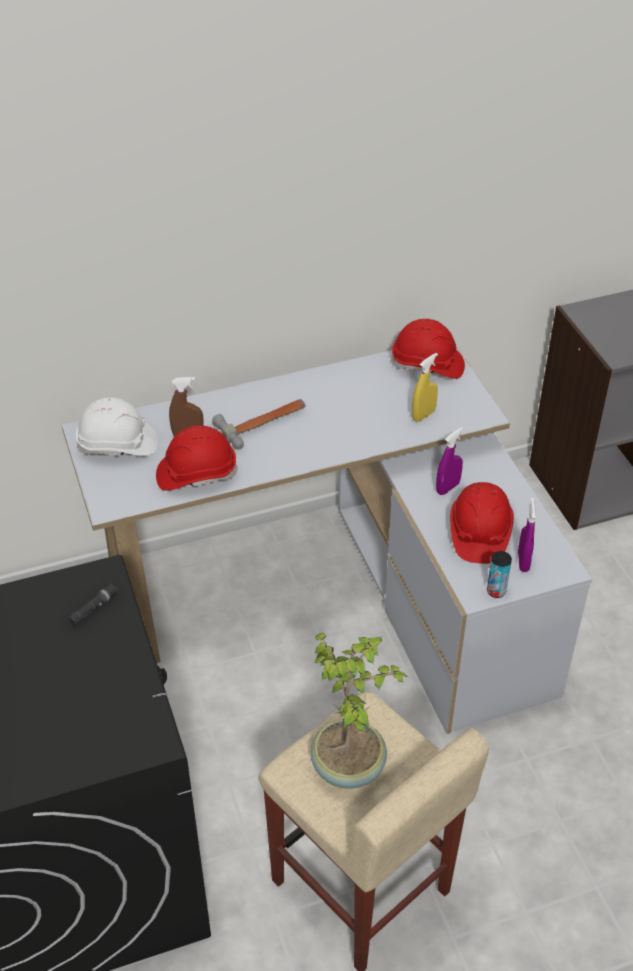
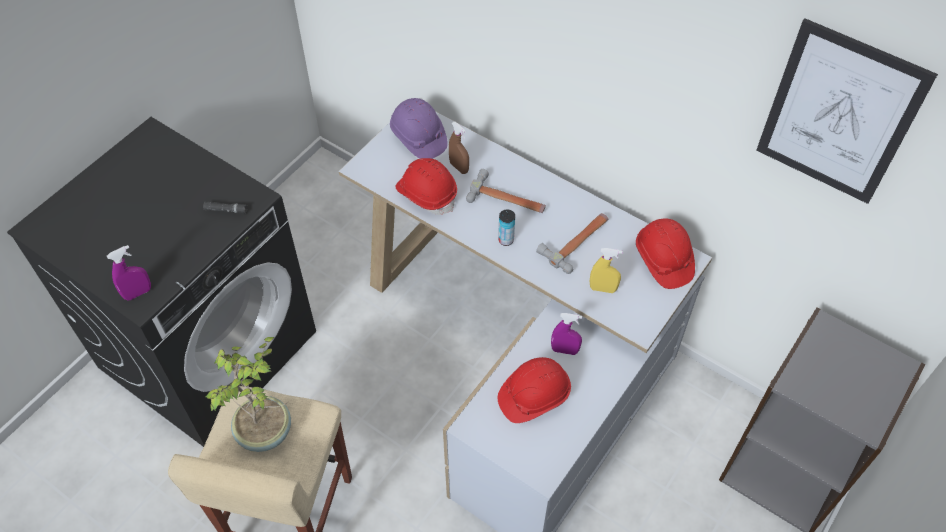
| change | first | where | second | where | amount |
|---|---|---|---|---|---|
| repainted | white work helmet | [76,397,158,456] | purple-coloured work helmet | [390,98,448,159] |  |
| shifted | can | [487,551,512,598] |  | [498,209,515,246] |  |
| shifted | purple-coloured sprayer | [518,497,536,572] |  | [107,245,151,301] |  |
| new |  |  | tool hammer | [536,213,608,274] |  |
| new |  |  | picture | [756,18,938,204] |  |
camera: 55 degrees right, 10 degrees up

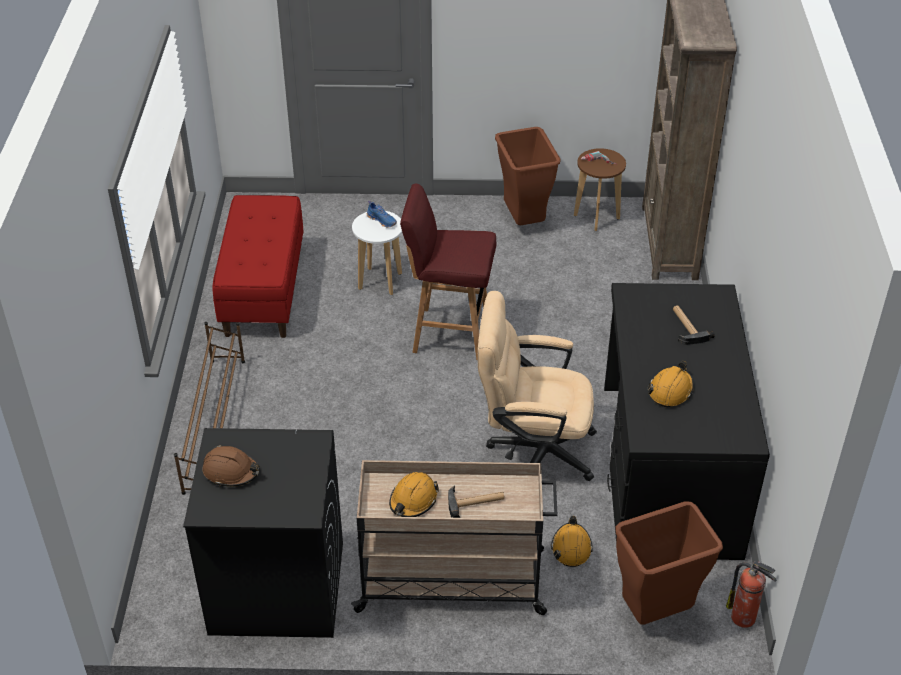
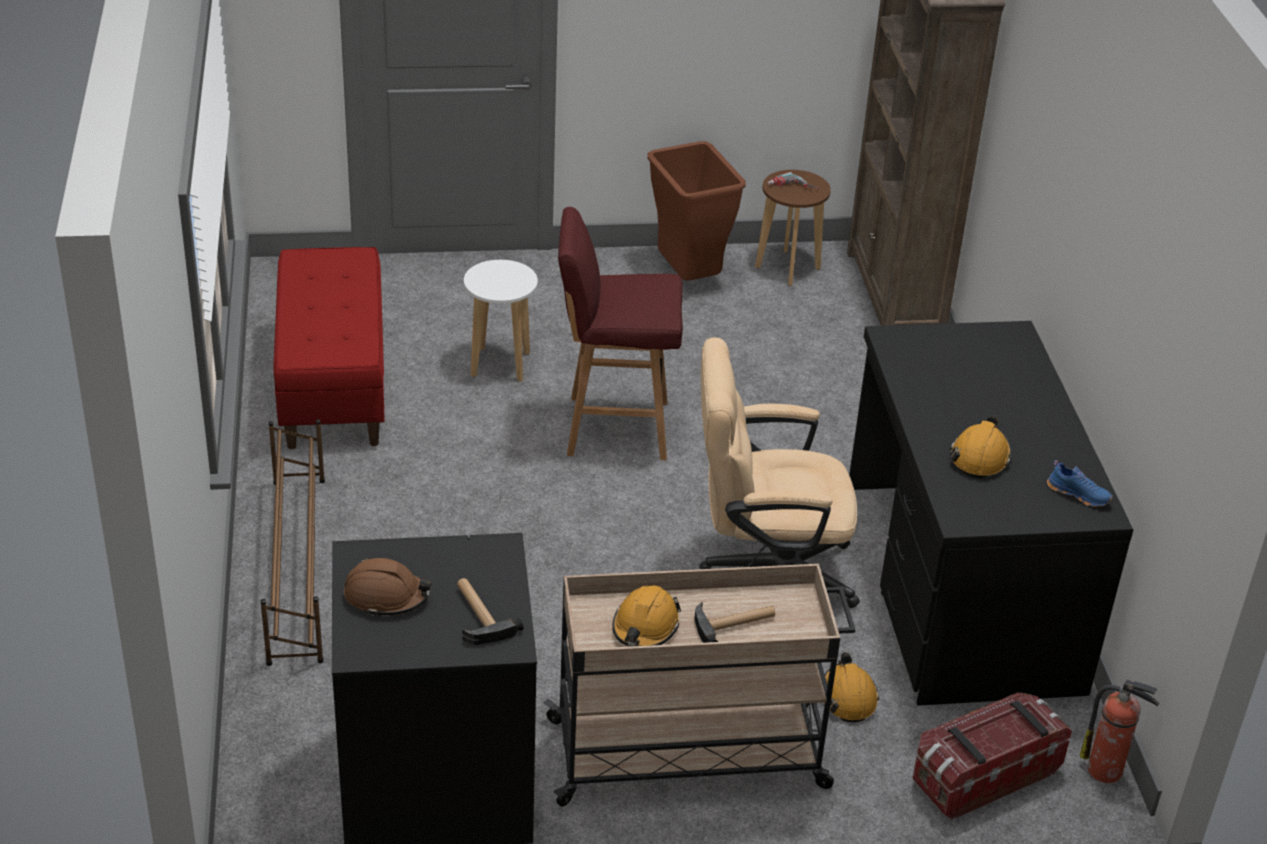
| change | first | where | second | where | amount |
|---|---|---|---|---|---|
| shifted | bluish shoe | [367,201,397,227] |  | [1047,460,1113,507] |  |
| swapped | brown trash can | [615,501,723,625] | storage box | [913,693,1072,820] |  |
| shifted | tool hammer | [673,305,715,345] |  | [457,578,523,645] |  |
camera: 10 degrees left, 5 degrees down

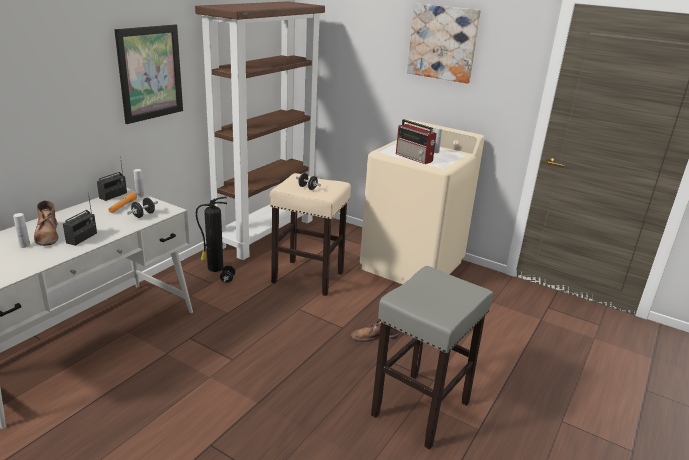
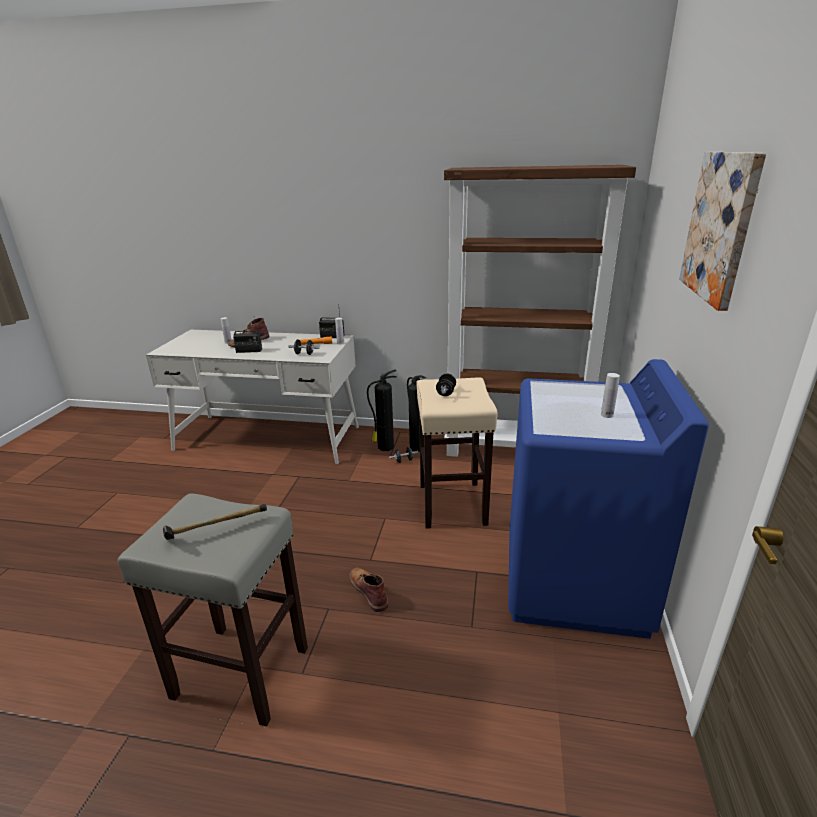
| change | first | where | second | where | amount |
|---|---|---|---|---|---|
| gone | picture | [114,24,183,124] |  |  |  |
| repainted | beige-coloured laundry machine | [360,120,485,284] | bluish laundry machine | [508,359,709,639] |  |
| gone | radio receiver | [396,119,437,164] |  |  |  |
| new |  |  | tool hammer | [163,504,267,540] |  |
| new |  |  | fire extinguisher | [367,370,397,451] |  |
camera: 70 degrees right, 0 degrees up

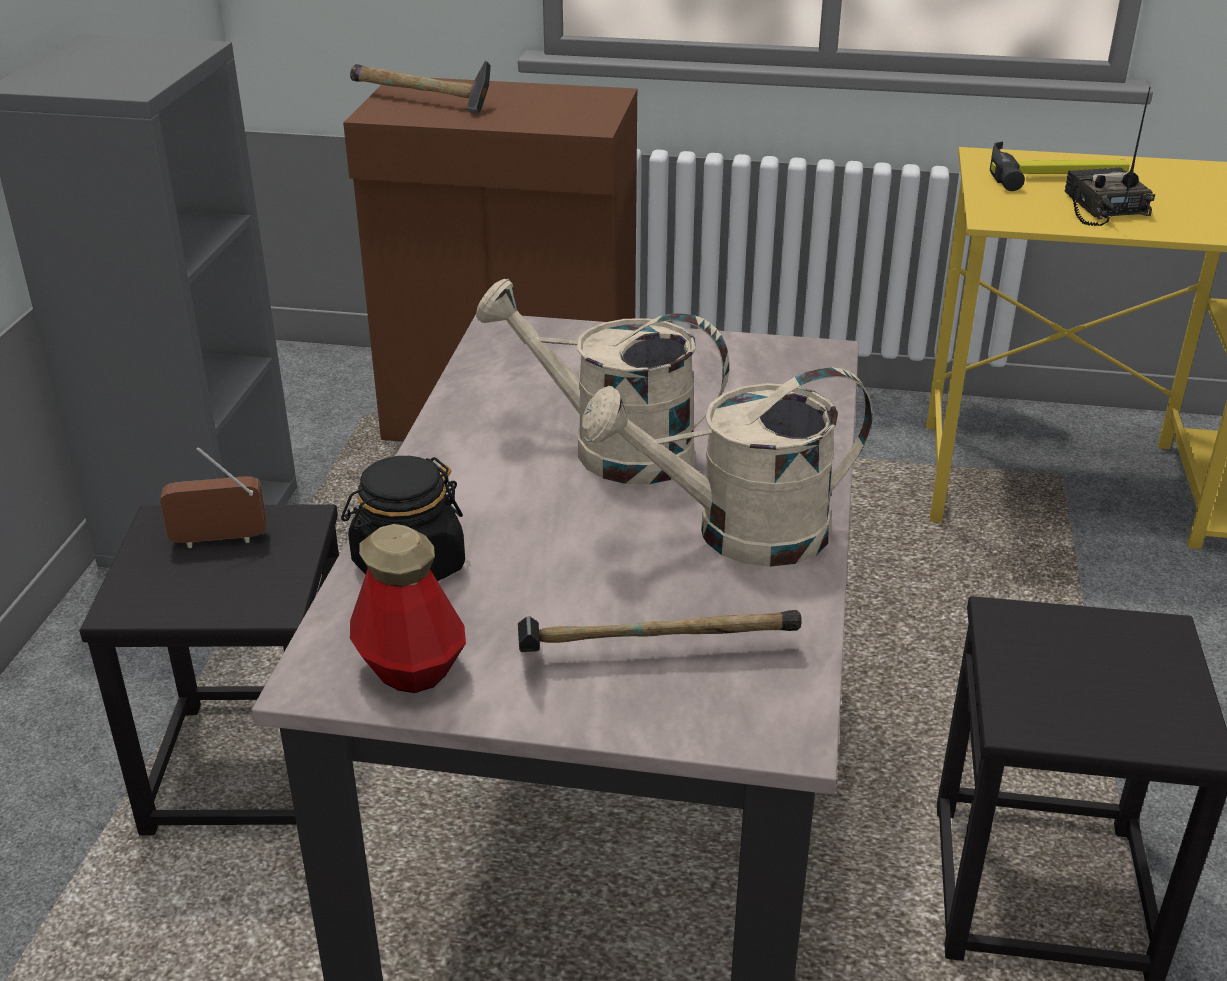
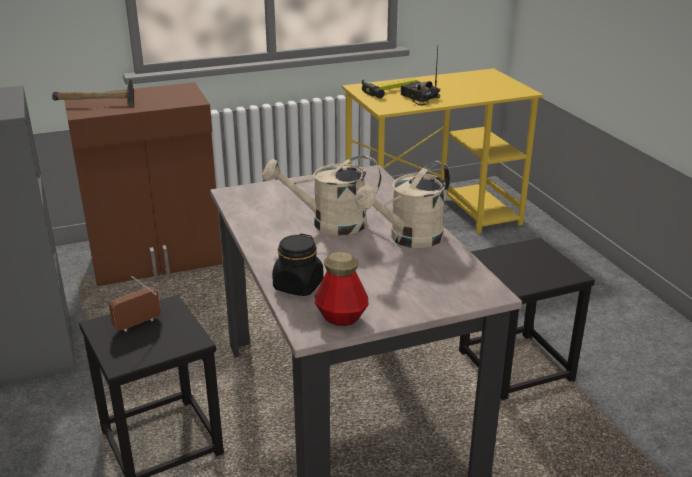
| change | first | where | second | where | amount |
|---|---|---|---|---|---|
| gone | tool hammer | [518,610,802,652] |  |  |  |
camera: 30 degrees left, 5 degrees down

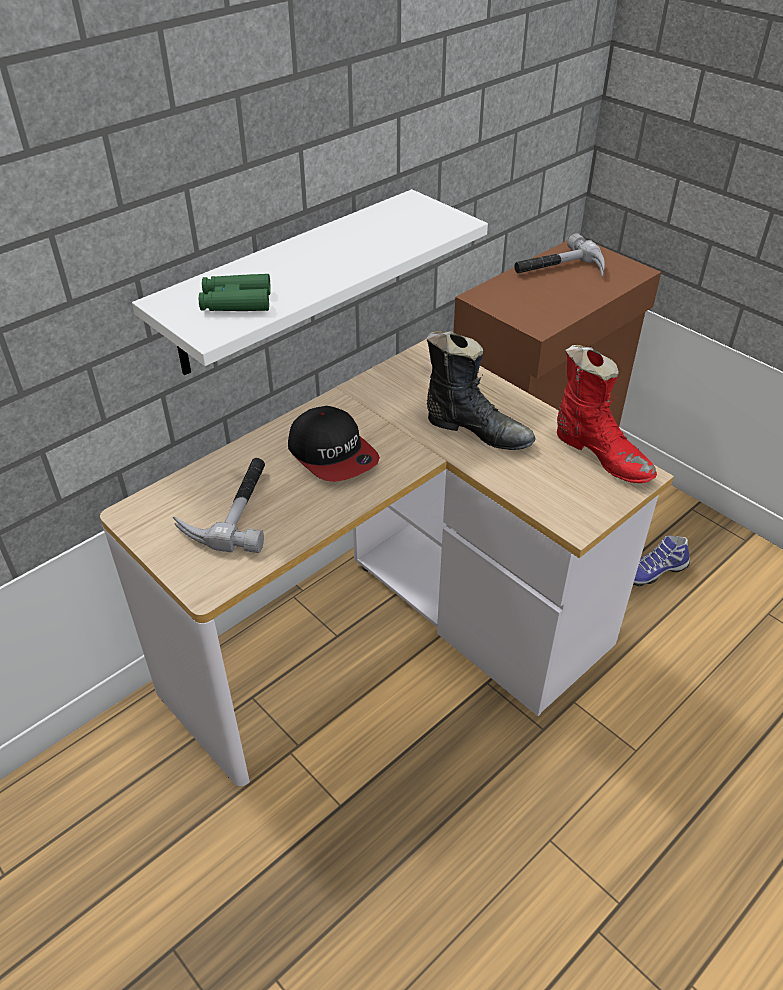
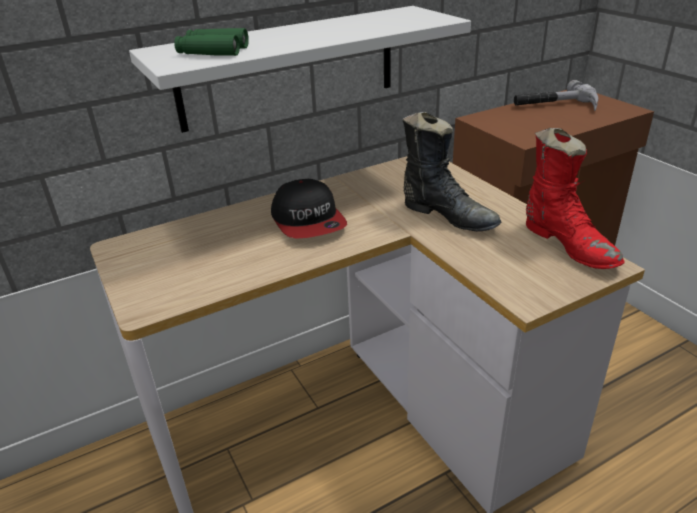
| change | first | where | second | where | amount |
|---|---|---|---|---|---|
| gone | tool hammer | [173,458,265,553] |  |  |  |
| gone | shoe | [633,535,690,586] |  |  |  |
camera: 15 degrees right, 10 degrees down

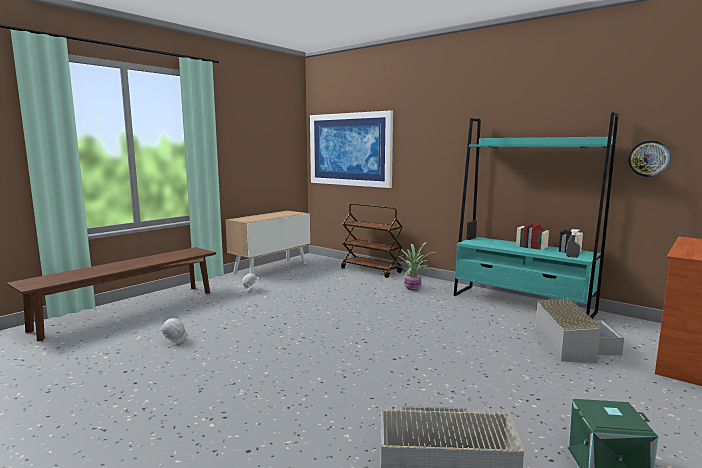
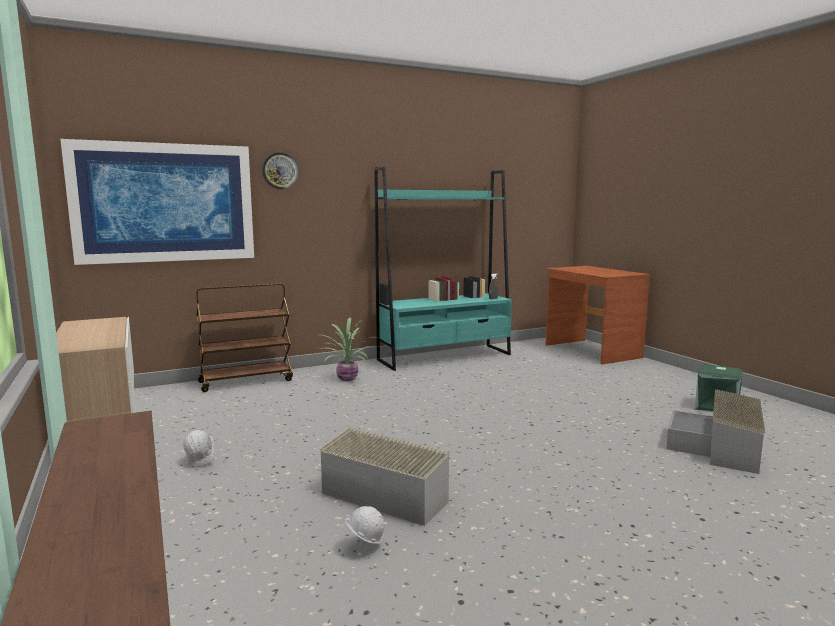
| change | first | where | second | where | amount |
|---|---|---|---|---|---|
| shifted | greyish storage box | [535,299,624,363] |  | [320,427,450,526] |  |
| shifted | hanging clock | [628,140,671,177] |  | [262,152,299,189] |  |
camera: 65 degrees left, 0 degrees up

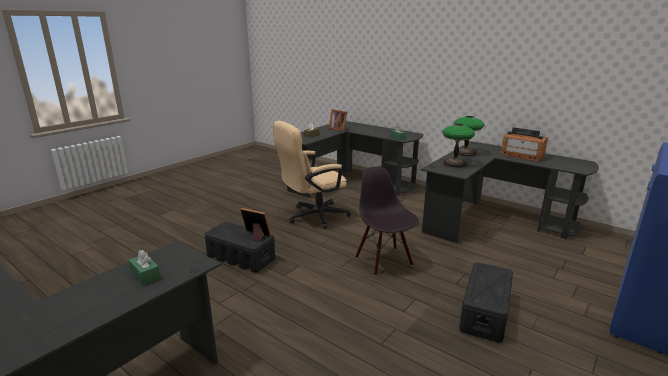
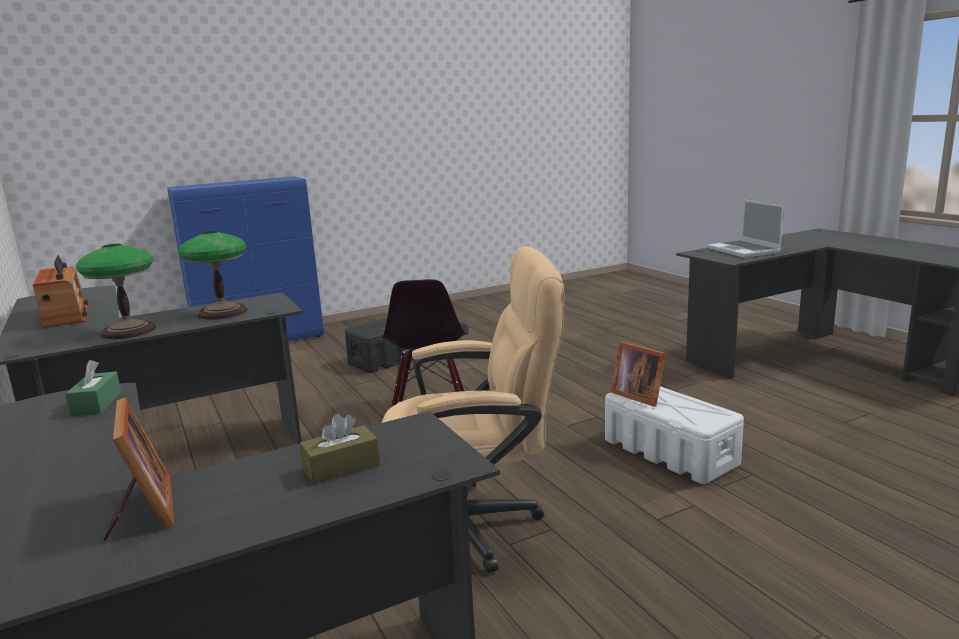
| change | first | where | second | where | amount |
|---|---|---|---|---|---|
| swapped | greenish tissue box | [129,250,161,285] | notebook computer | [707,200,784,258] |  |
| repainted | black-coloured storage box | [204,222,275,273] | white storage box | [605,386,744,484] |  |
camera: 155 degrees left, 5 degrees down

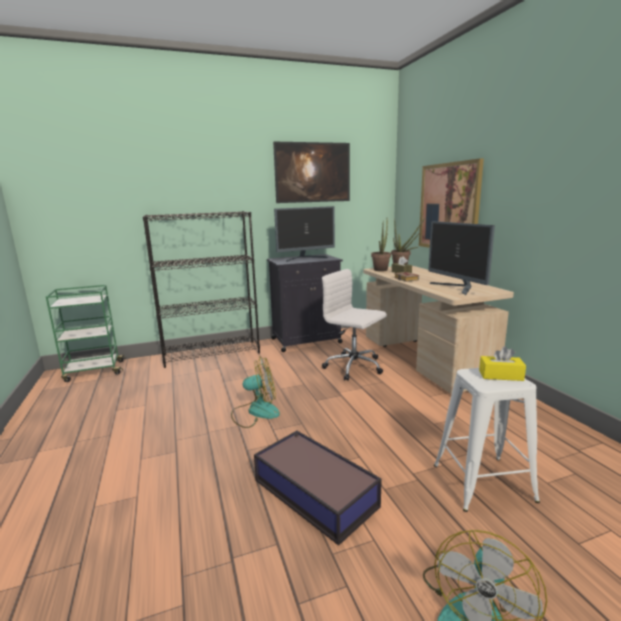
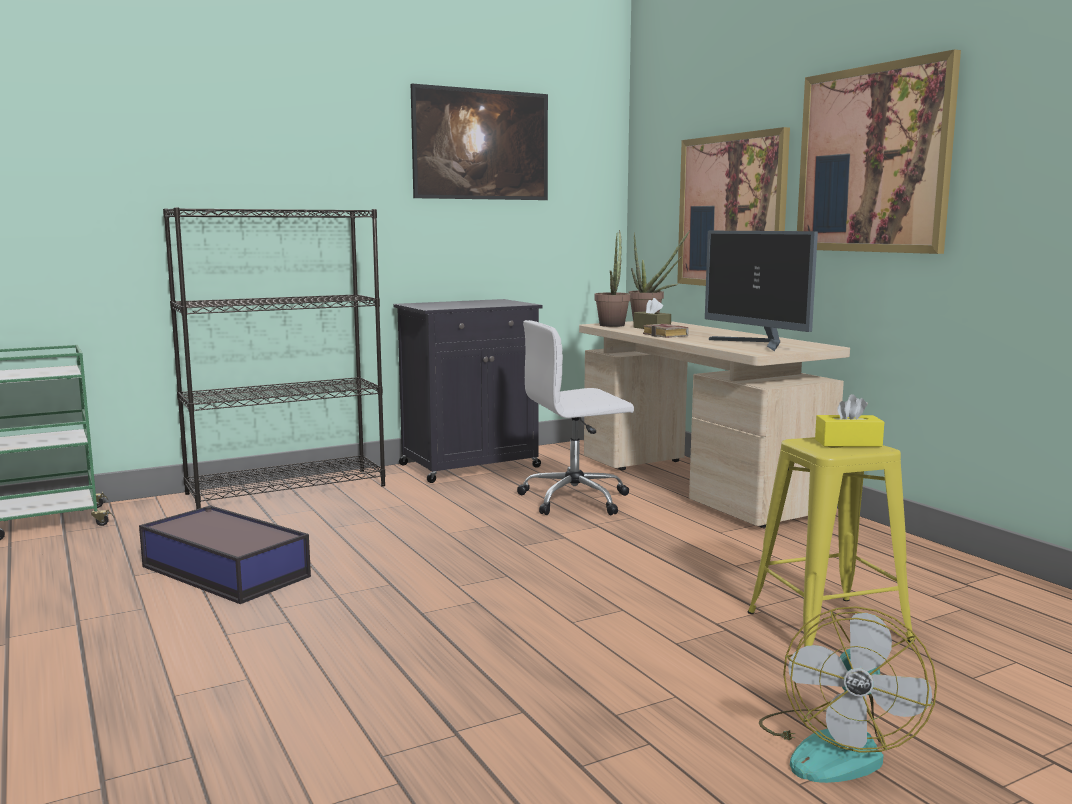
| change | first | where | second | where | amount |
|---|---|---|---|---|---|
| gone | electric fan | [231,357,280,428] |  |  |  |
| shifted | storage box | [254,431,382,546] |  | [139,505,311,604] |  |
| gone | monitor | [274,206,335,262] |  |  |  |
| rotated | white computer chair | [322,269,387,381] |  | [517,320,634,515] | 45 degrees counterclockwise |
| repainted | white stool | [434,368,540,512] | yellowish stool | [747,437,915,647] |  |
| new |  |  | picture | [797,49,961,254] |  |
camera: 10 degrees left, 5 degrees down

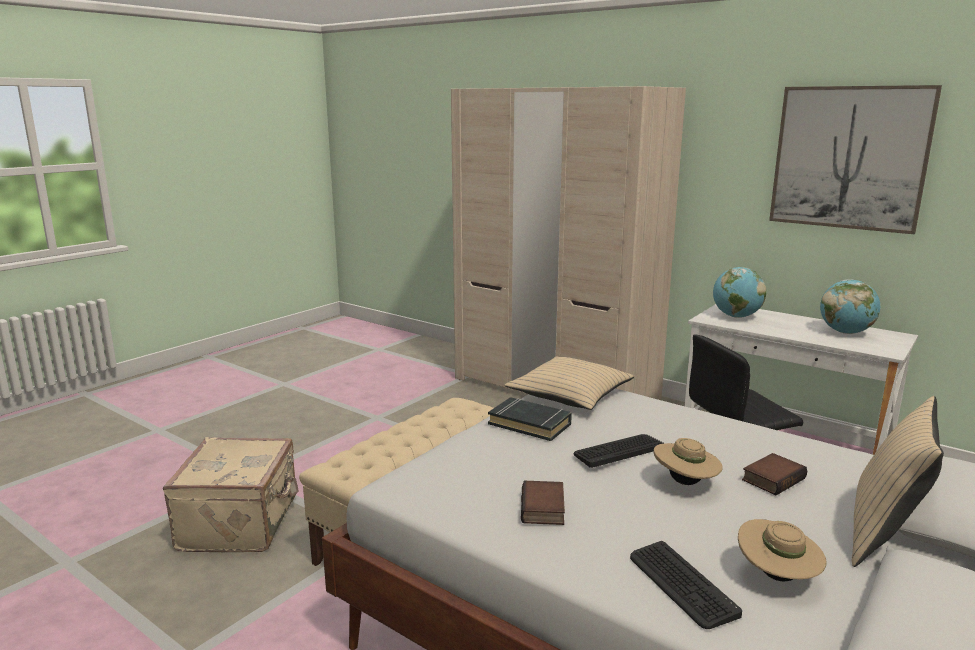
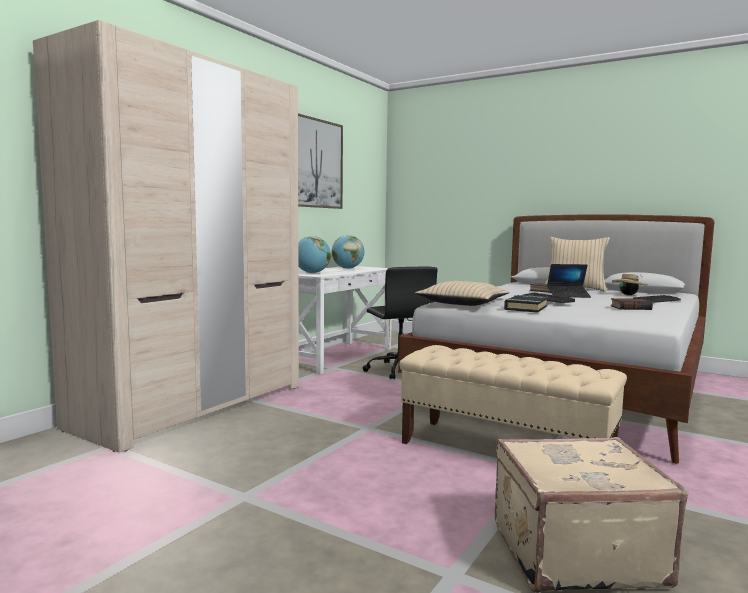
| change | first | where | second | where | amount |
|---|---|---|---|---|---|
| swapped | beige-coloured hat | [654,438,723,485] | notebook computer | [547,264,591,298] |  |
camera: 95 degrees left, 10 degrees down

